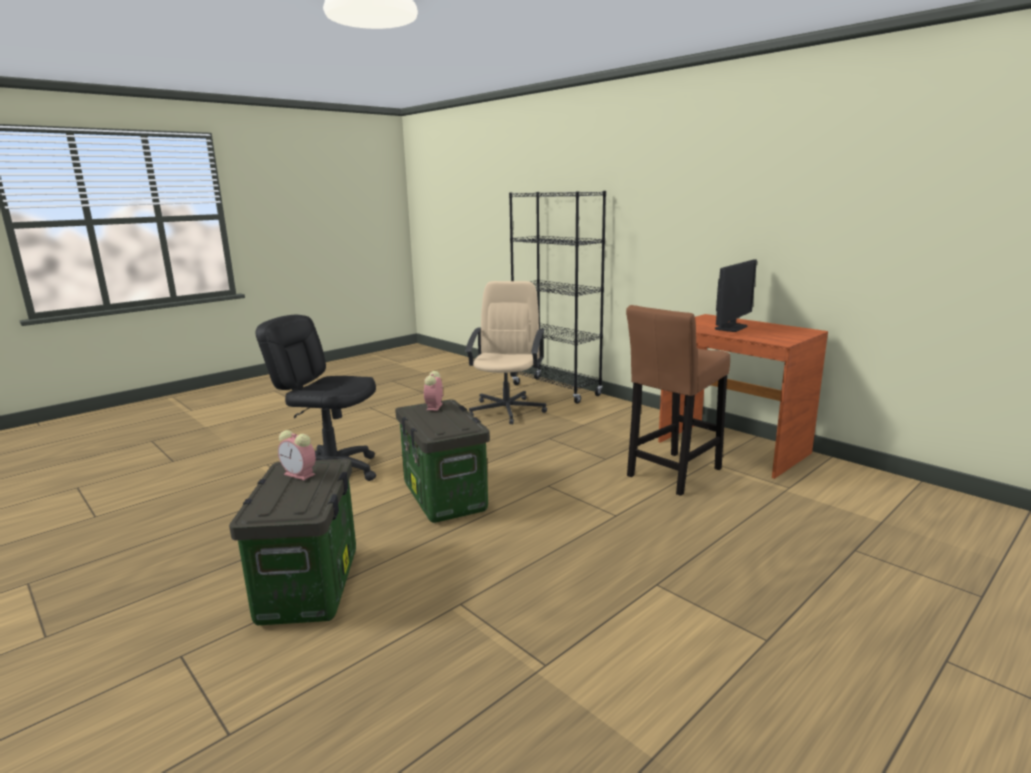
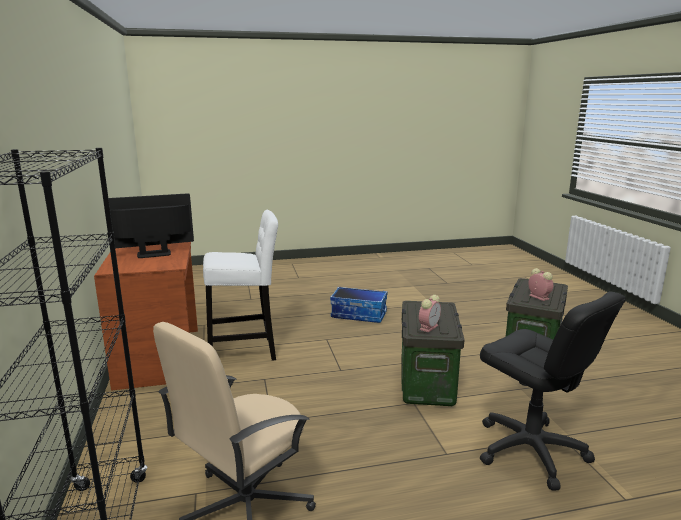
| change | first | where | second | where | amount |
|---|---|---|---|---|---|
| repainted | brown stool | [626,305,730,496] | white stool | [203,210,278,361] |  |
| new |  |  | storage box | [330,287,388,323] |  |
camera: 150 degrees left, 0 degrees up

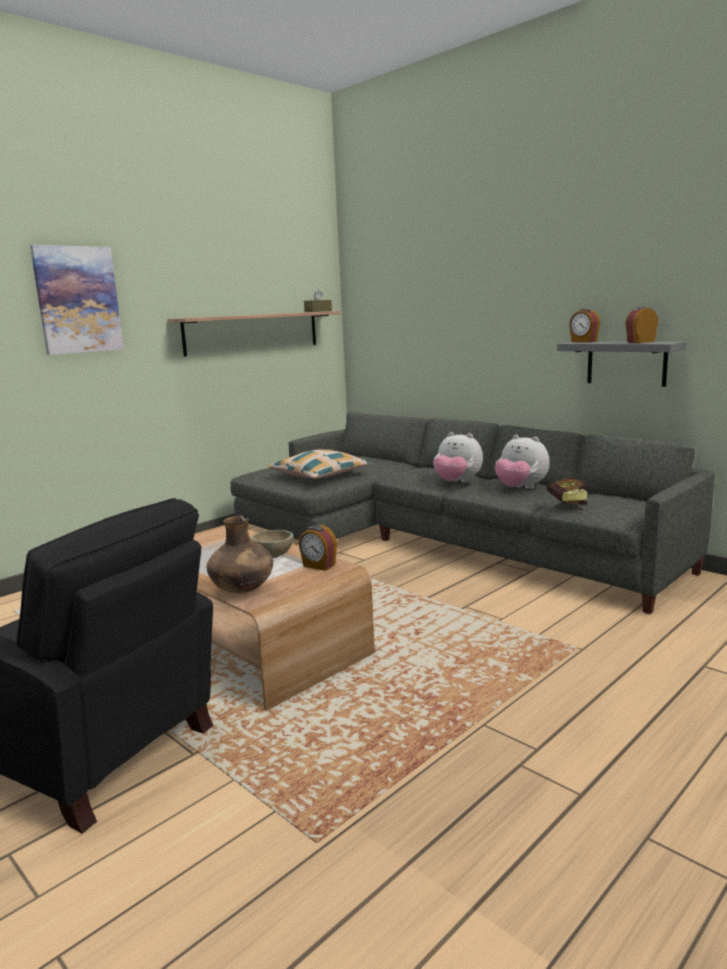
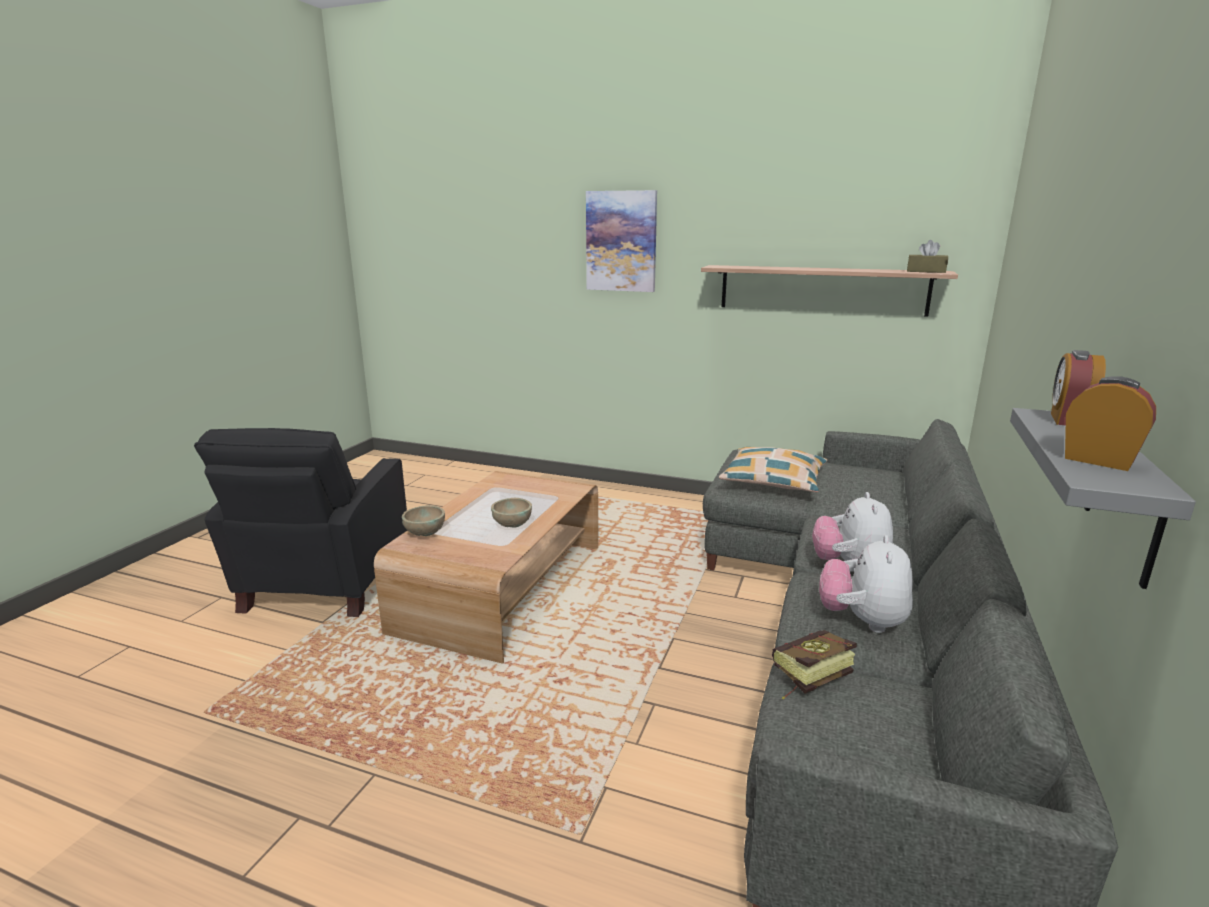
| change | first | where | second | where | amount |
|---|---|---|---|---|---|
| swapped | brown decorative vase | [207,516,273,594] | beige-coloured deep dish | [402,505,445,536] |  |
| gone | bedside clock | [298,525,337,571] |  |  |  |
camera: 65 degrees right, 5 degrees up

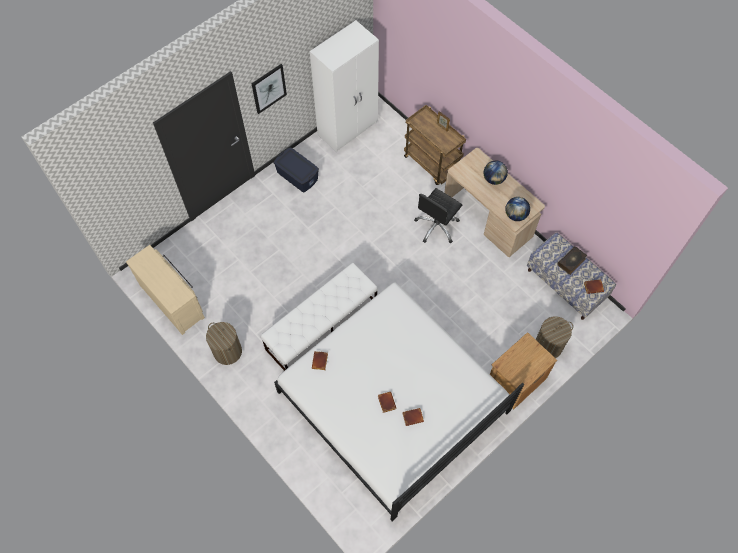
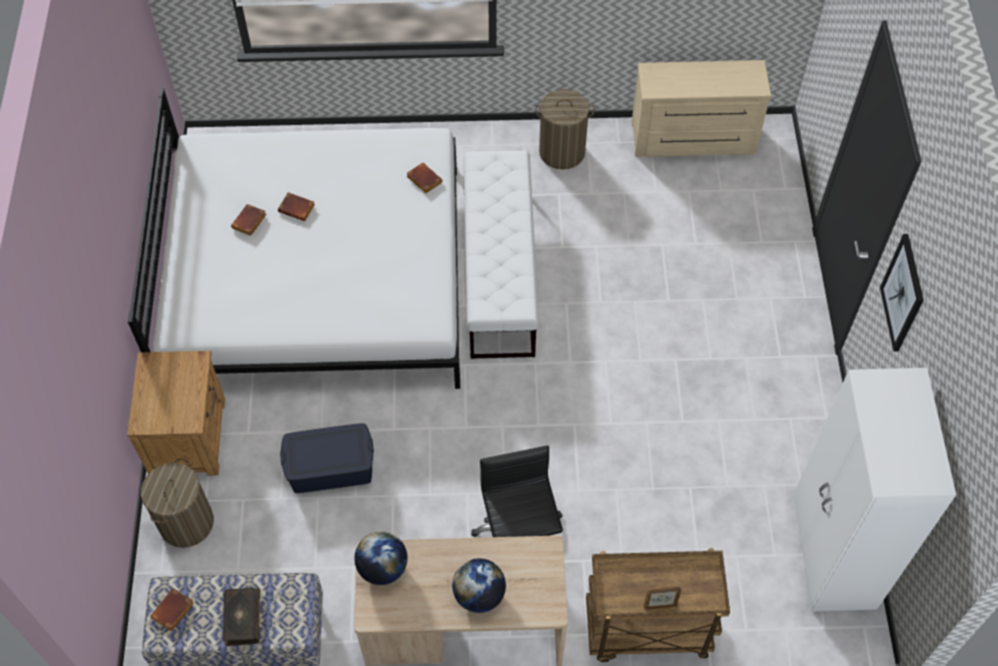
| change | first | where | second | where | amount |
|---|---|---|---|---|---|
| shifted | bluish storage box | [273,147,319,192] |  | [280,423,374,493] |  |
camera: 130 degrees right, 5 degrees down

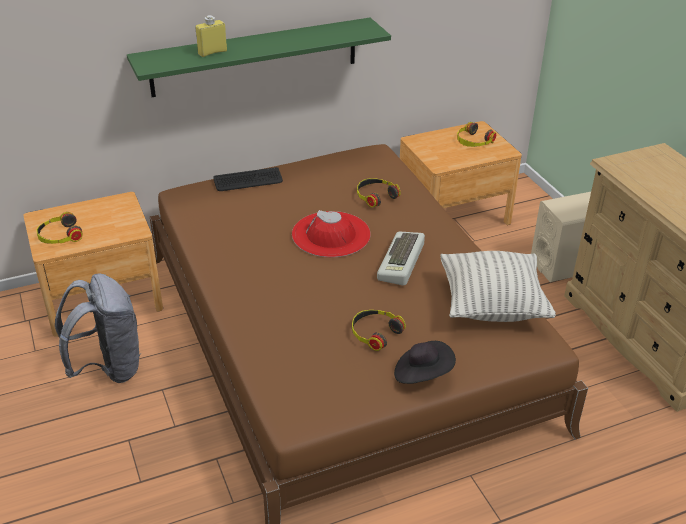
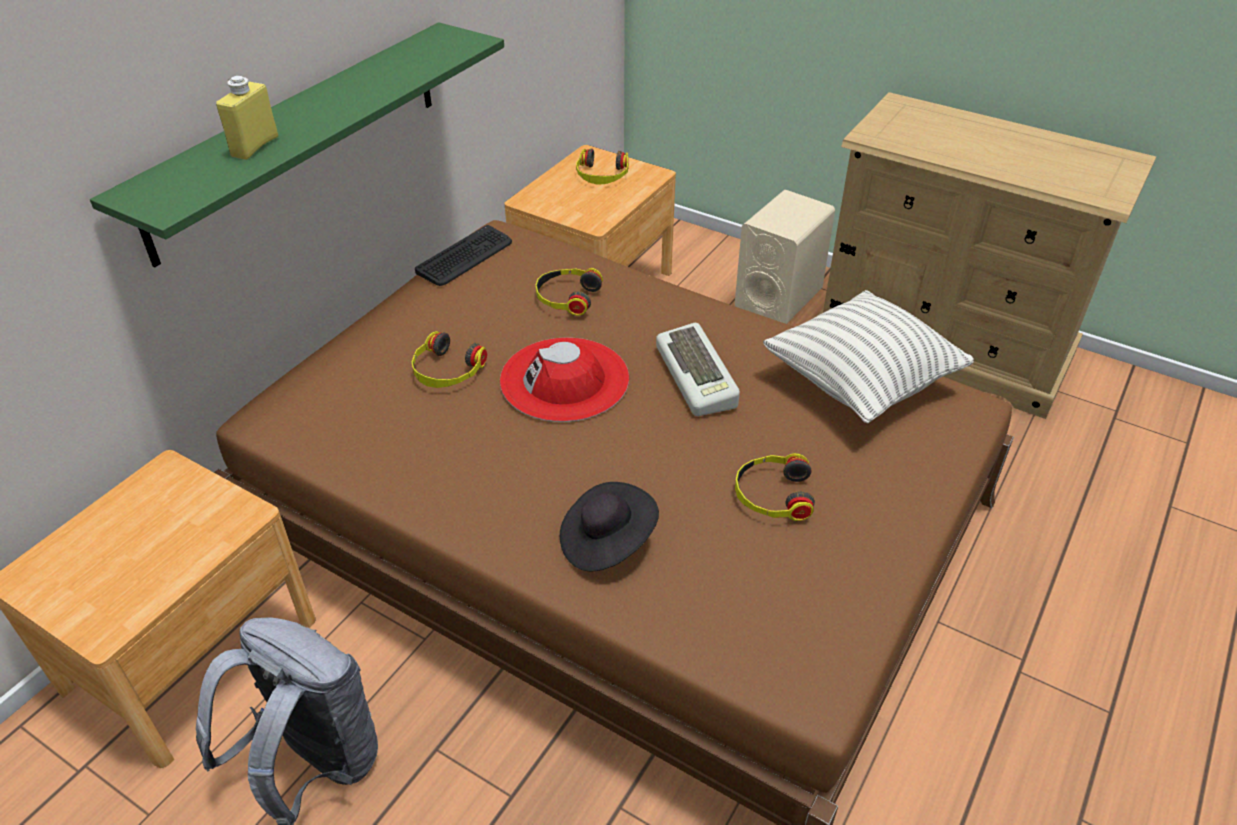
| change | first | where | second | where | amount |
|---|---|---|---|---|---|
| shifted | headset | [37,212,83,244] |  | [412,331,487,388] |  |
| shifted | computer keyboard | [213,167,283,191] |  | [415,225,512,286] |  |
| shifted | black-coloured hat | [394,341,456,384] |  | [560,482,659,571] |  |
camera: 35 degrees left, 5 degrees up

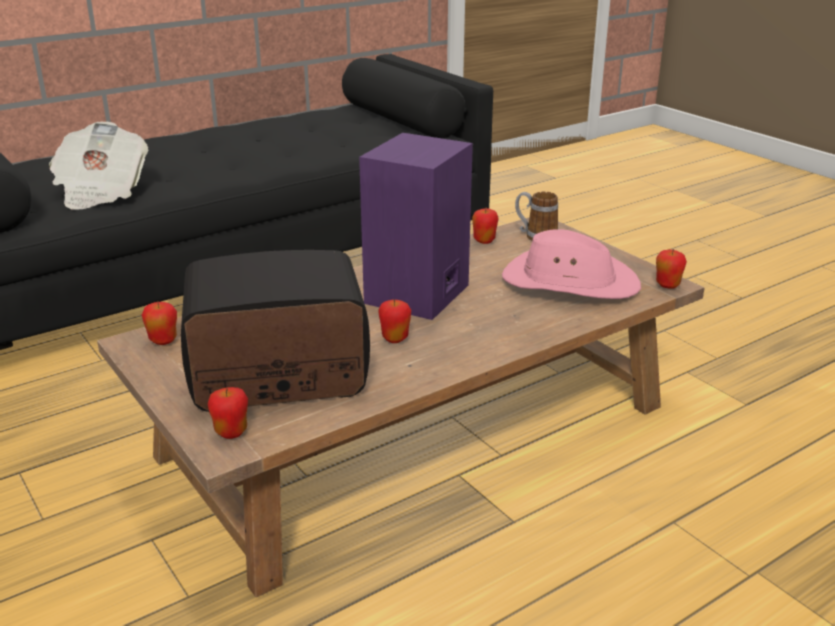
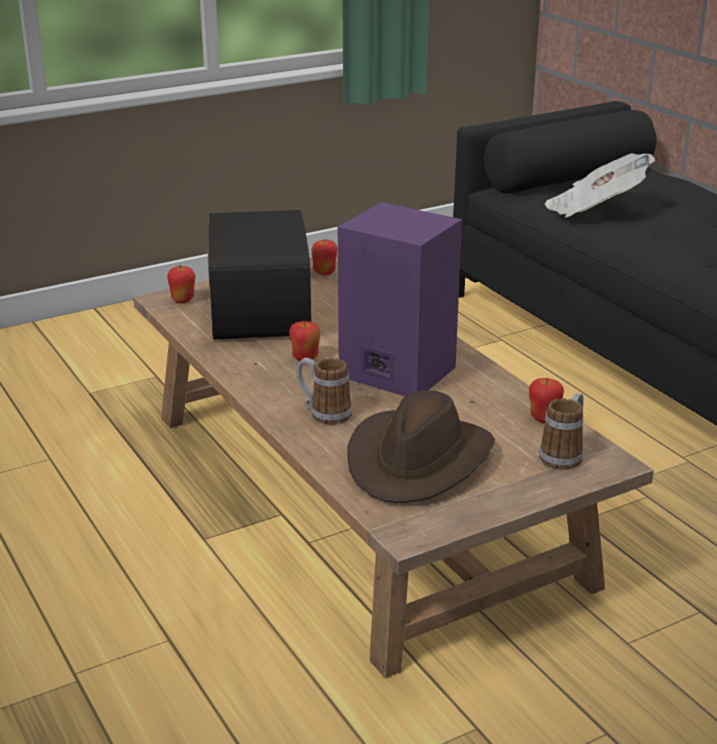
| change | first | where | second | where | amount |
|---|---|---|---|---|---|
| repainted | pink-coloured hat | [502,229,641,299] | brown hat | [348,390,495,503] |  |
| gone | apple | [656,249,687,289] |  |  |  |
| new |  |  | tea mug | [296,358,352,425] |  |
camera: 95 degrees right, 0 degrees up

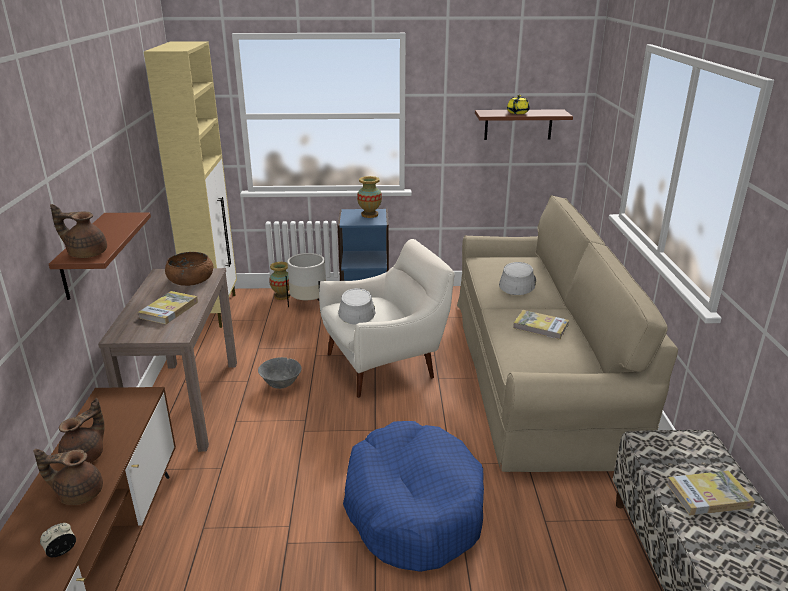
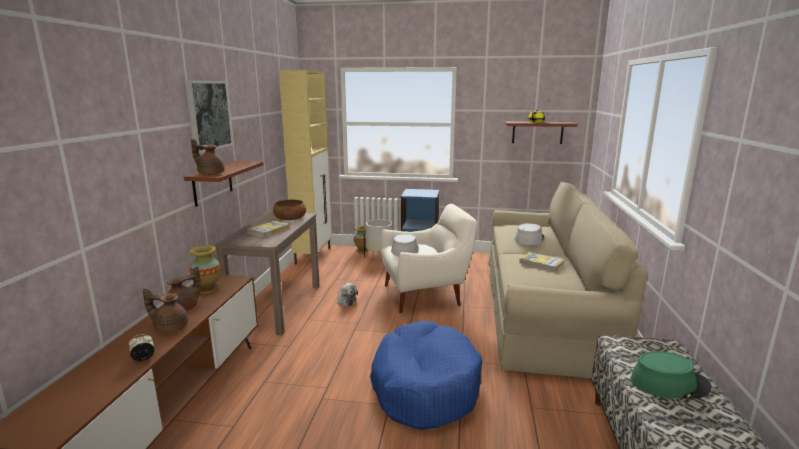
| change | first | where | second | where | amount |
|---|---|---|---|---|---|
| swapped | greyish deep dish | [258,357,302,389] | soft toy | [338,283,358,307] |  |
| shifted | decorative vase | [357,176,382,218] |  | [190,246,221,294] |  |
| swapped | bound book | [667,470,755,515] | greenish hat | [631,351,711,399] |  |
| new |  |  | picture | [185,80,233,153] |  |
camera: 10 degrees right, 10 degrees down

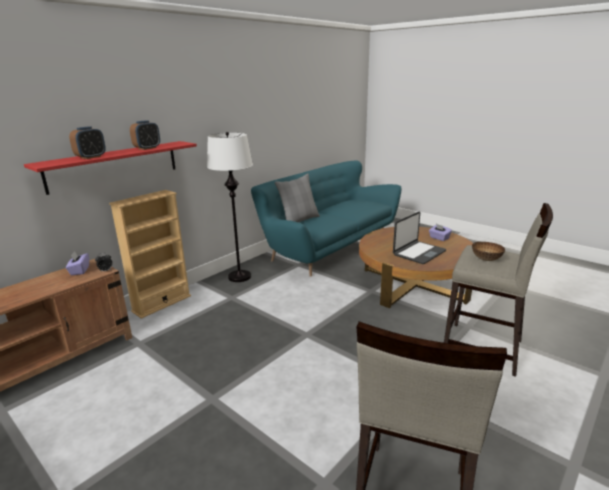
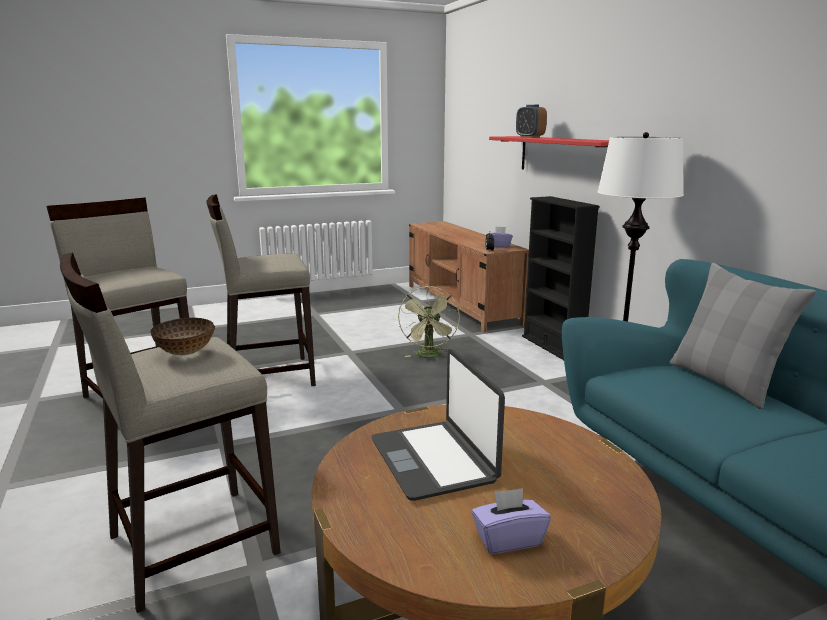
| change | first | where | second | where | amount |
|---|---|---|---|---|---|
| repainted | beige-coloured shelving unit | [109,190,191,319] | black-coloured shelving unit | [522,196,600,360] |  |
| gone | bedside clock | [130,120,160,150] |  |  |  |
| new |  |  | beige-coloured stool | [206,194,316,386] |  |
| new |  |  | greenish electric fan | [398,286,460,358] |  |
camera: 115 degrees right, 5 degrees down

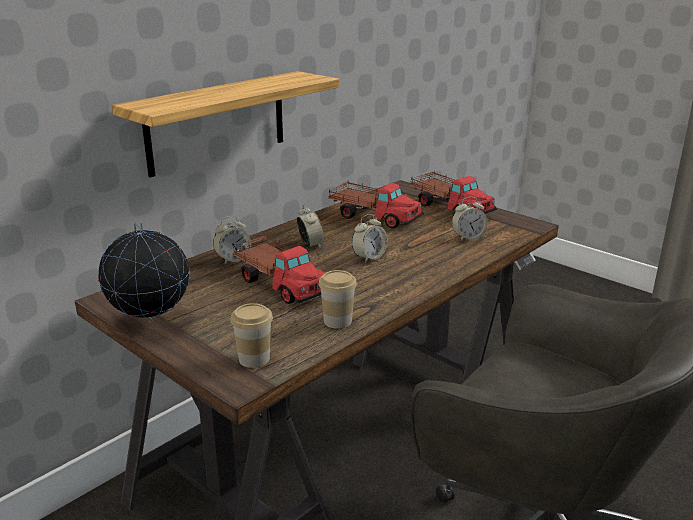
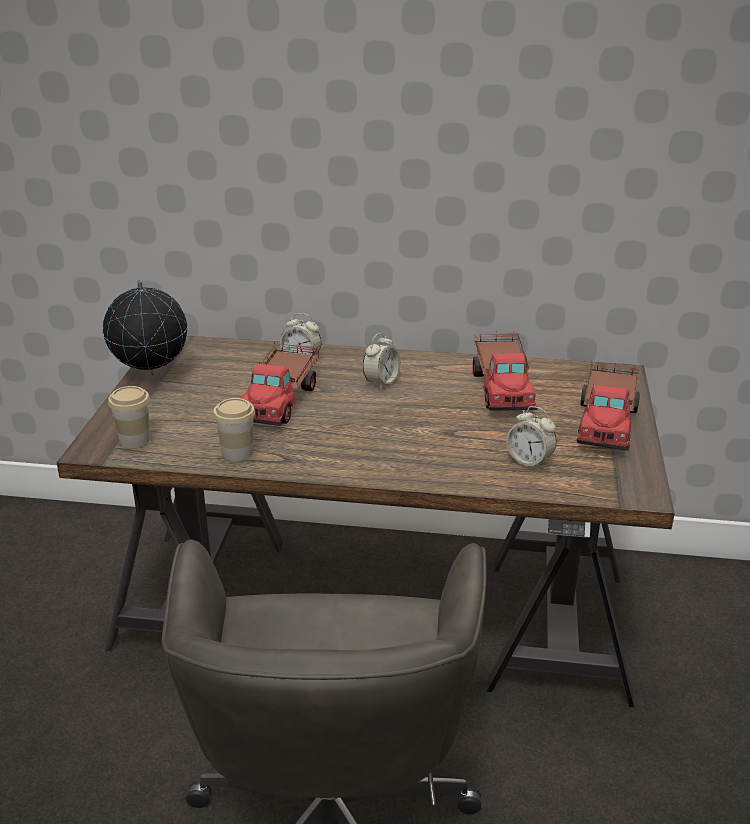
| change | first | where | second | where | amount |
|---|---|---|---|---|---|
| gone | bracket shelf | [112,71,339,177] |  |  |  |
| gone | bedside clock | [352,214,388,263] |  |  |  |
camera: 55 degrees right, 5 degrees up

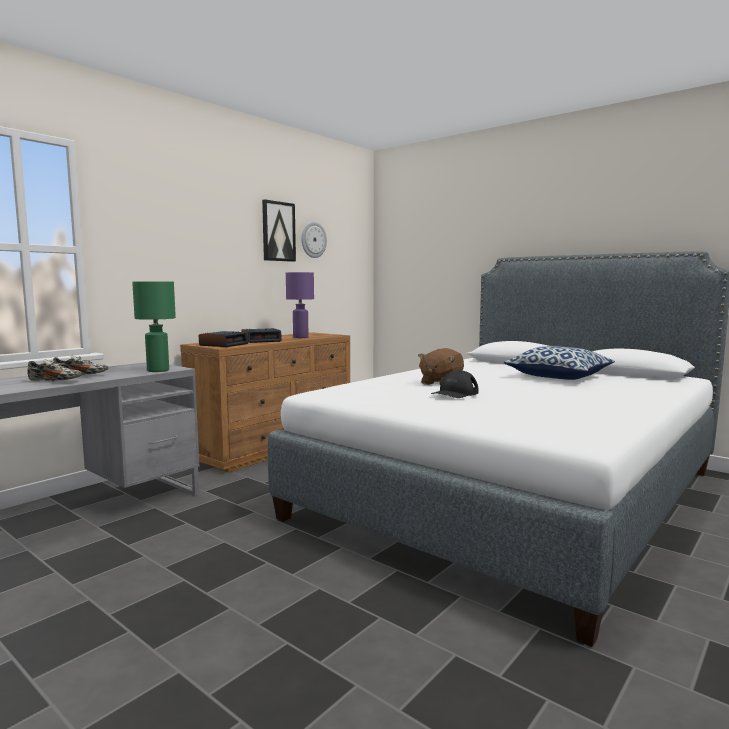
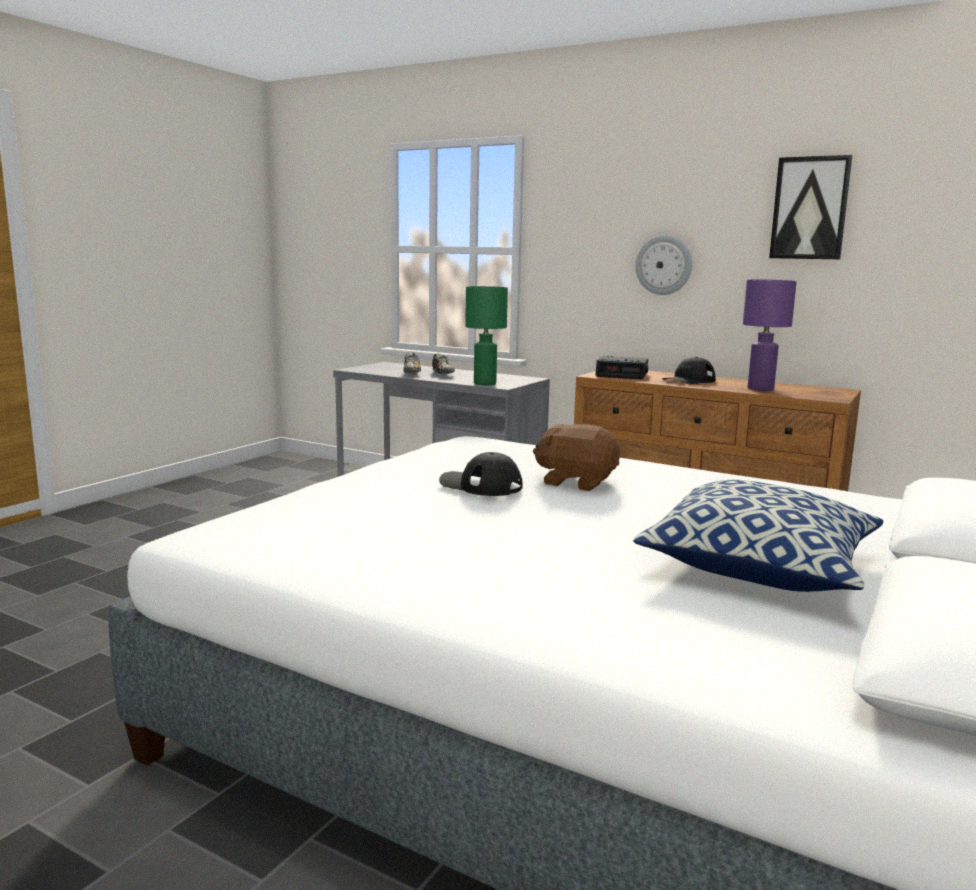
| change | first | where | second | where | amount |
|---|---|---|---|---|---|
| swapped | bedside clock | [241,328,282,343] | black-coloured cap | [662,357,716,384] |  |
| shifted | hanging clock | [302,222,327,258] |  | [636,235,692,295] |  |
camera: 80 degrees right, 5 degrees up

